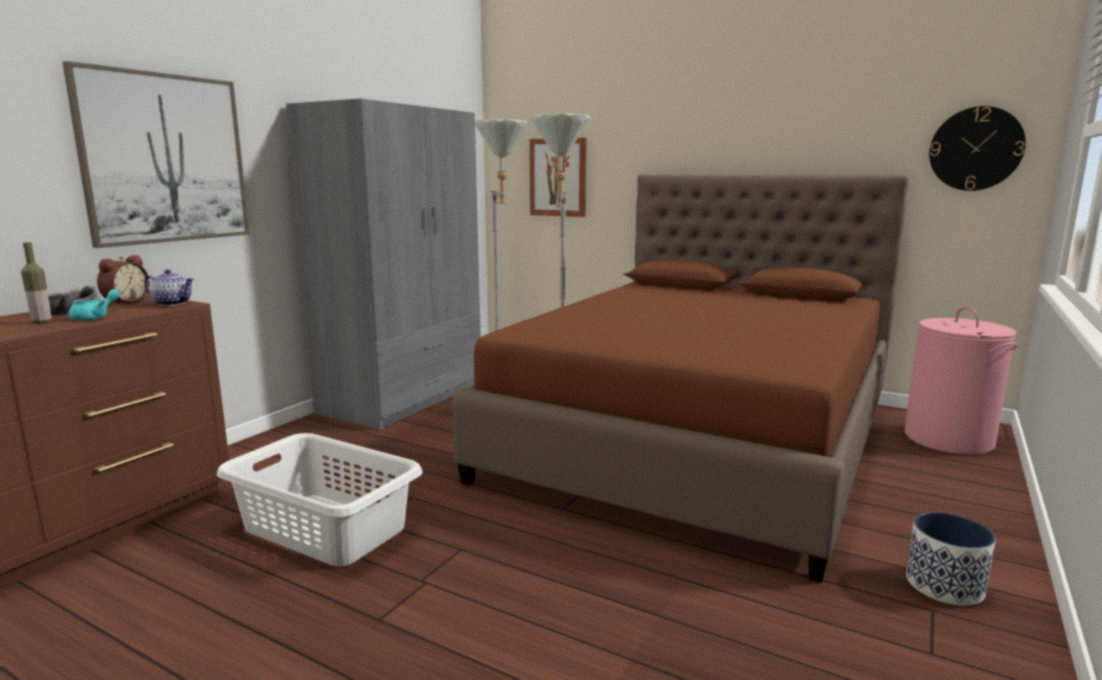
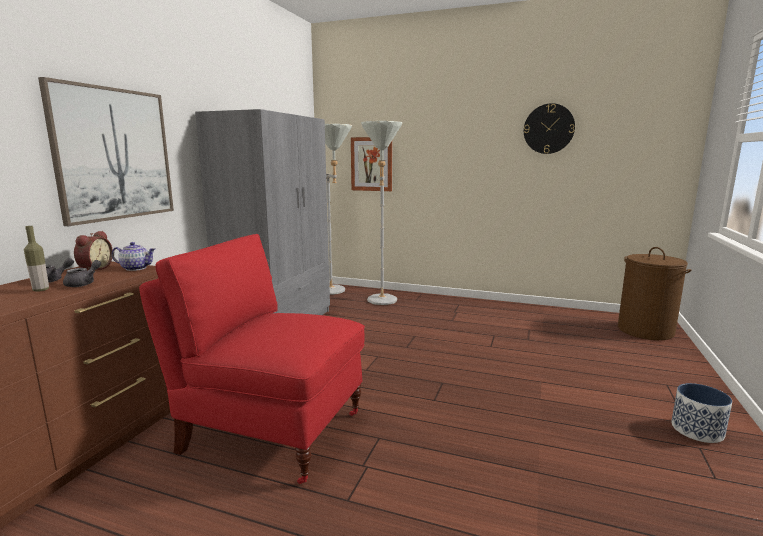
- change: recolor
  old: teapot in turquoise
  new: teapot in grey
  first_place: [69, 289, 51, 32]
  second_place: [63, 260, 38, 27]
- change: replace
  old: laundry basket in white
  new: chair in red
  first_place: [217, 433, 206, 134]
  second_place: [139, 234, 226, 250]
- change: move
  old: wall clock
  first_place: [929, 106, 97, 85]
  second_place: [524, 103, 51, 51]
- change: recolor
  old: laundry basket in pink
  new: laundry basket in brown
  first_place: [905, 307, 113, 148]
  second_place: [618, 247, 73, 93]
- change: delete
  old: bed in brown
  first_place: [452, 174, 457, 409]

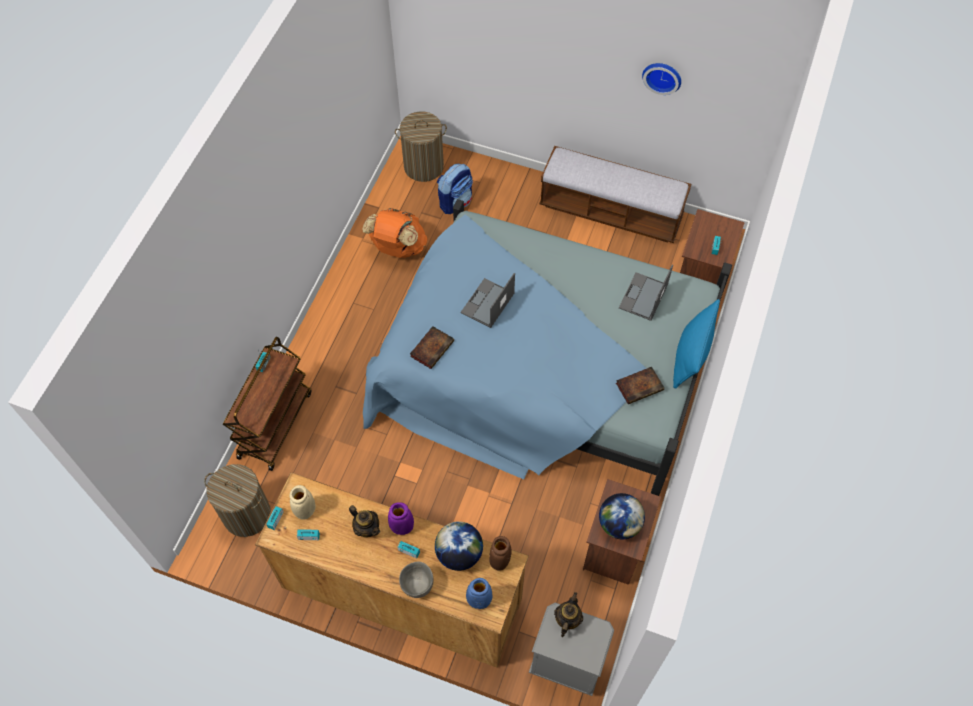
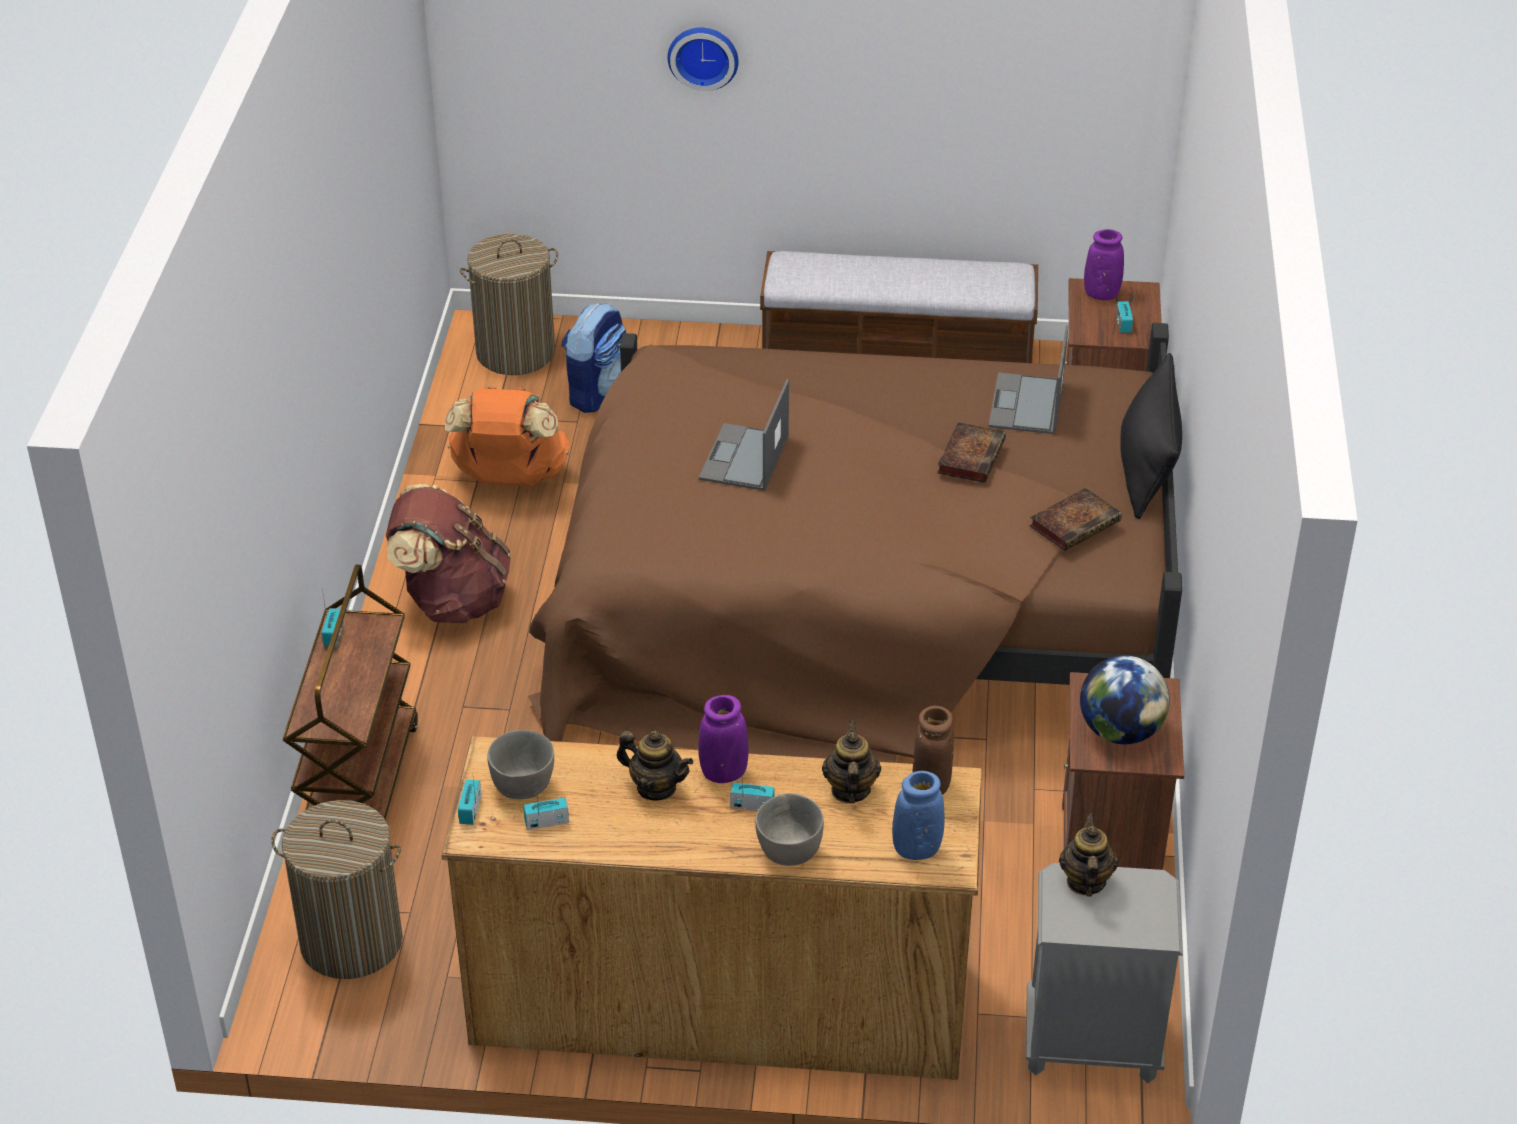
- change: insert
  new: backpack in brown
  second_place: [386, 484, 125, 139]
- change: replace
  old: vase in beige
  new: bowl in grey
  first_place: [289, 485, 26, 35]
  second_place: [487, 730, 67, 69]
- change: recolor
  old: bed in blue
  new: bed in brown
  first_place: [363, 199, 369, 297]
  second_place: [528, 323, 654, 440]
- change: move
  old: wall clock
  first_place: [642, 63, 39, 32]
  second_place: [668, 27, 71, 64]
- change: replace
  old: globe
  new: teapot
  first_place: [435, 521, 48, 50]
  second_place: [822, 721, 59, 82]
- change: move
  old: book
  first_place: [410, 326, 44, 43]
  second_place: [937, 422, 69, 61]
- change: insert
  new: vase in purple
  second_place: [1084, 229, 40, 71]
- change: recolor
  old: pillow in blue
  new: pillow in black
  first_place: [673, 299, 47, 90]
  second_place: [1120, 353, 62, 166]

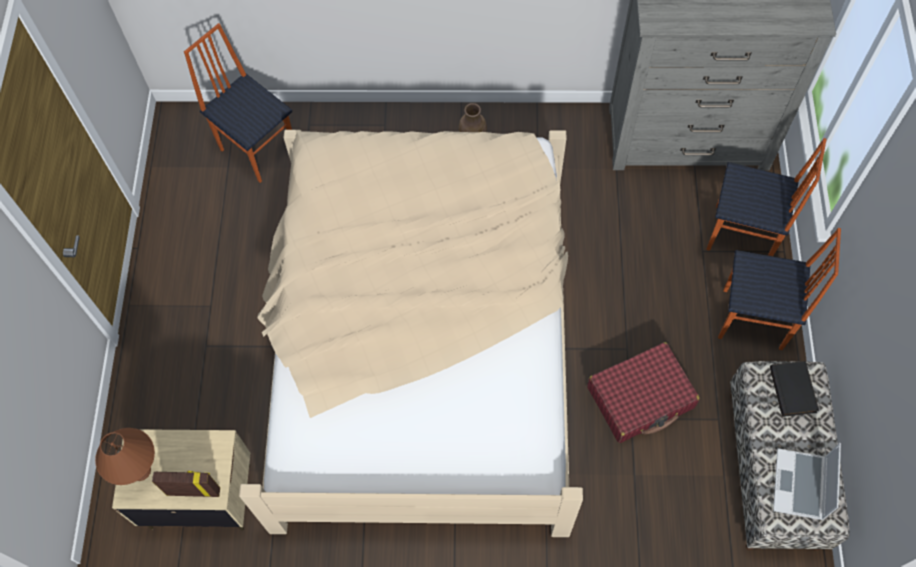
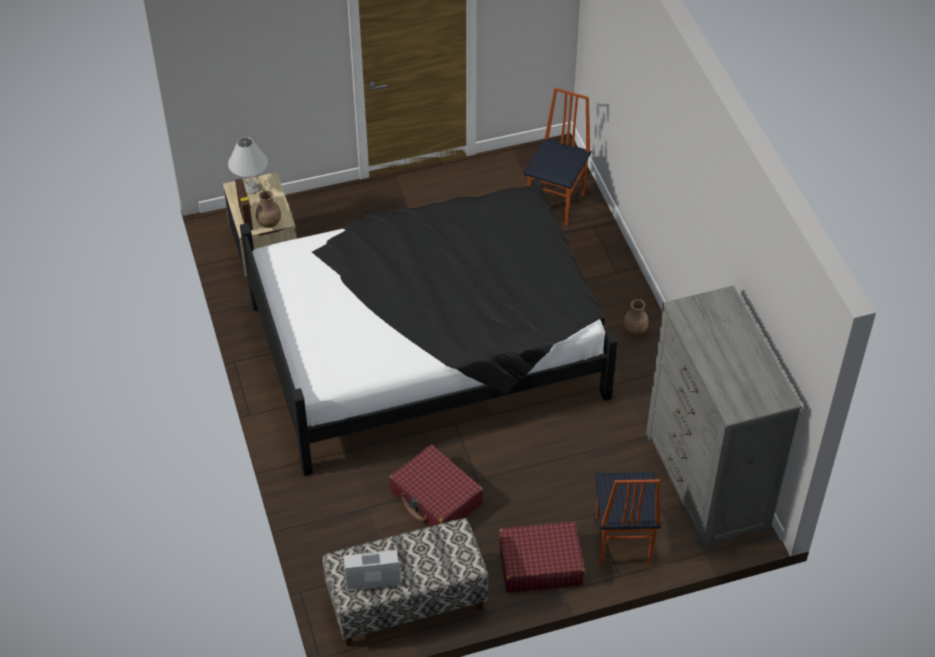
- change: recolor
  old: table lamp in brown
  new: table lamp in white
  first_place: [95, 428, 60, 57]
  second_place: [228, 137, 40, 57]
- change: recolor
  old: bed in beige
  new: bed in black
  first_place: [239, 130, 344, 407]
  second_place: [240, 178, 378, 298]
- change: insert
  new: vase in brown
  second_place: [256, 190, 25, 38]
- change: replace
  old: chair
  new: suitcase in red
  first_place: [718, 228, 123, 122]
  second_place: [499, 521, 86, 72]
- change: delete
  old: book in black
  first_place: [770, 361, 49, 56]

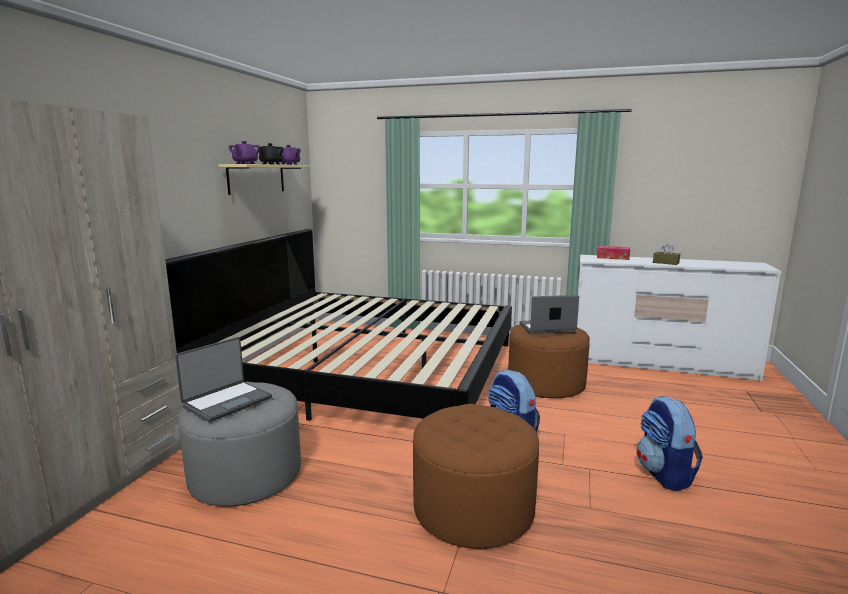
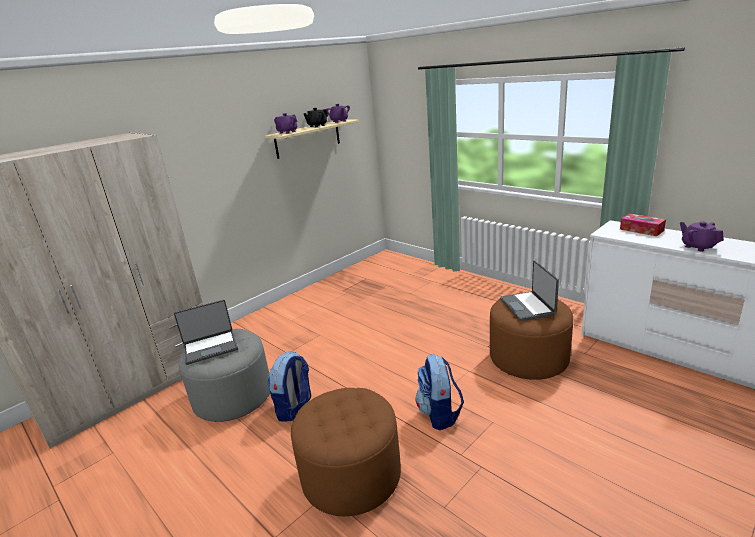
- change: move
  old: backpack
  first_place: [637, 396, 66, 95]
  second_place: [267, 351, 44, 71]
- change: rotate
  old: laptop
  first_place: [519, 295, 60, 39]
  second_place: [500, 261, 59, 60]
  degrees: -120
- change: replace
  old: tissue box in brown
  new: teapot in purple
  first_place: [653, 244, 27, 21]
  second_place: [680, 221, 44, 31]
- change: delete
  old: bed
  first_place: [165, 229, 347, 192]

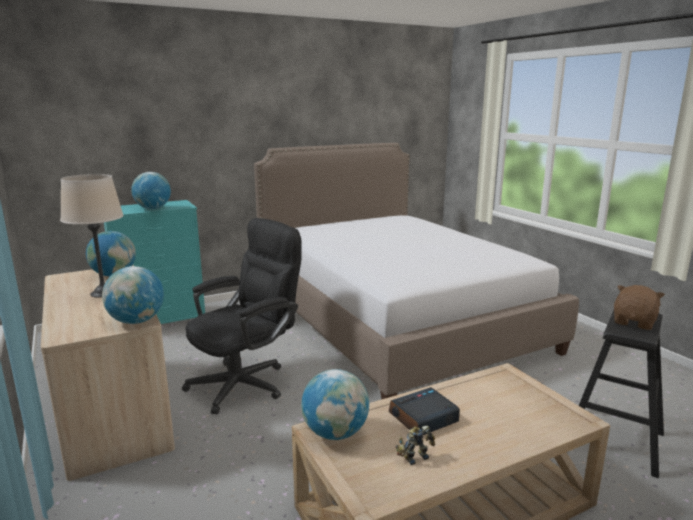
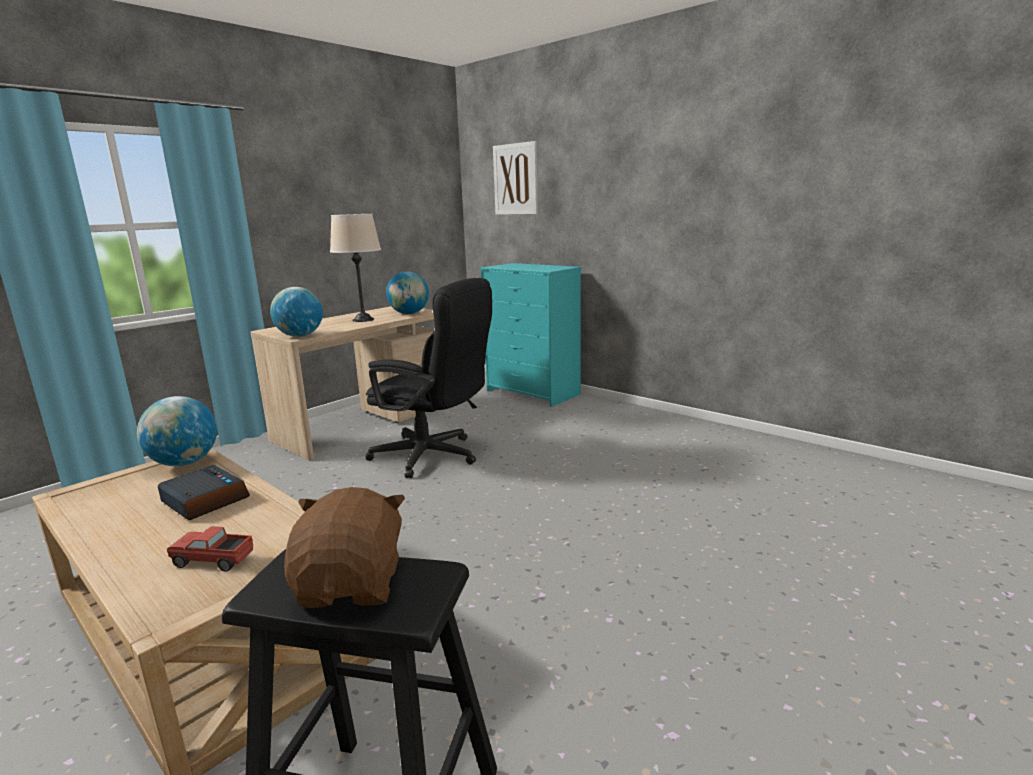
- change: insert
  new: toy truck
  second_place: [167, 526, 86, 46]
- change: rotate
  old: plush toy in brown
  first_place: [614, 285, 51, 45]
  second_place: [284, 487, 121, 121]
  degrees: -105
- change: insert
  new: picture
  second_place: [493, 141, 45, 74]
- change: delete
  old: globe
  first_place: [131, 172, 40, 37]
- change: delete
  old: bed
  first_place: [254, 143, 325, 257]
- change: delete
  old: toy robot
  first_place: [396, 426, 39, 39]

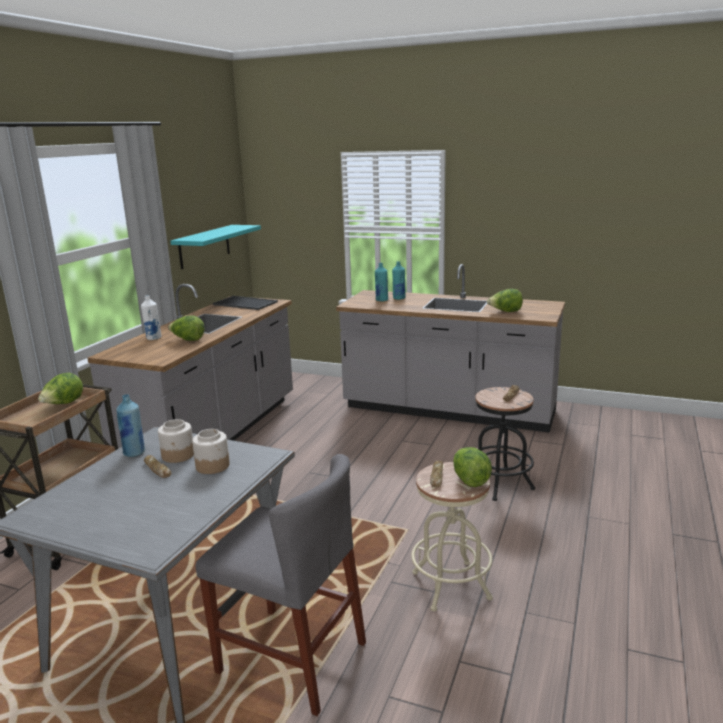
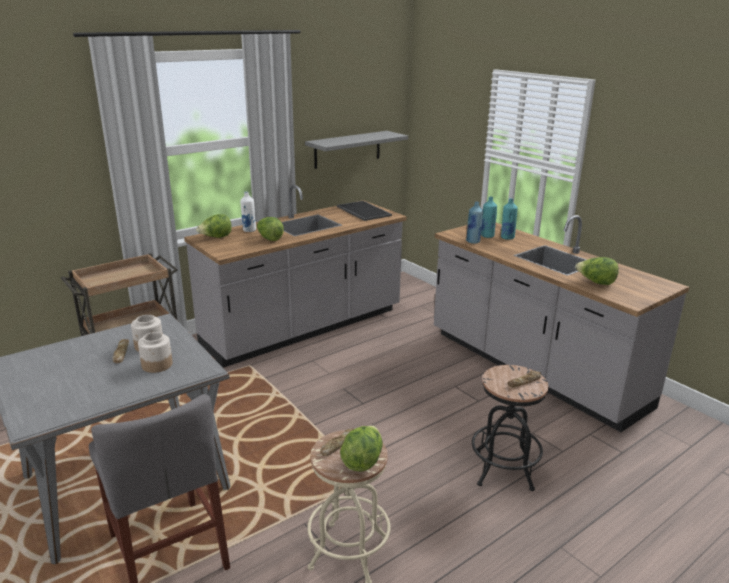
- change: move
  old: lettuce
  first_place: [38, 373, 45, 31]
  second_place: [196, 214, 36, 24]
- change: recolor
  old: shelf in turquoise
  new: shelf in grey
  first_place: [170, 225, 91, 44]
  second_place: [305, 131, 103, 38]
- change: move
  old: bottle in blue
  first_place: [116, 394, 29, 63]
  second_place: [466, 201, 17, 43]

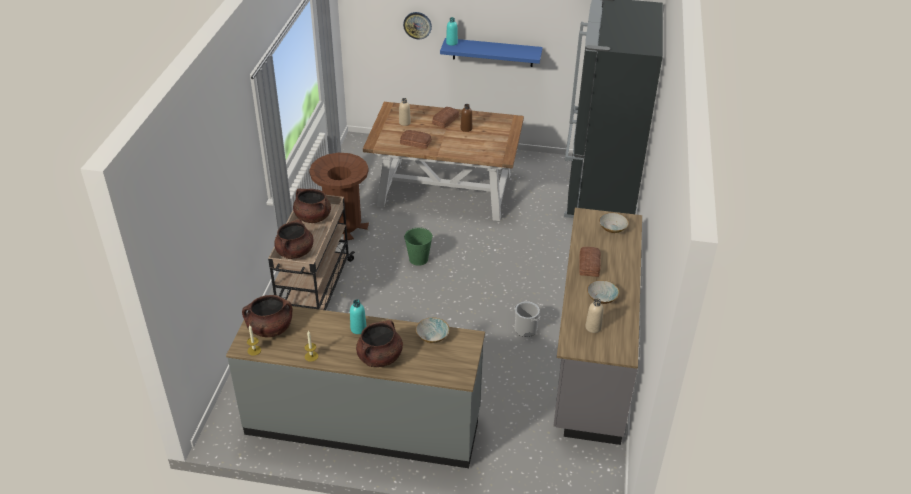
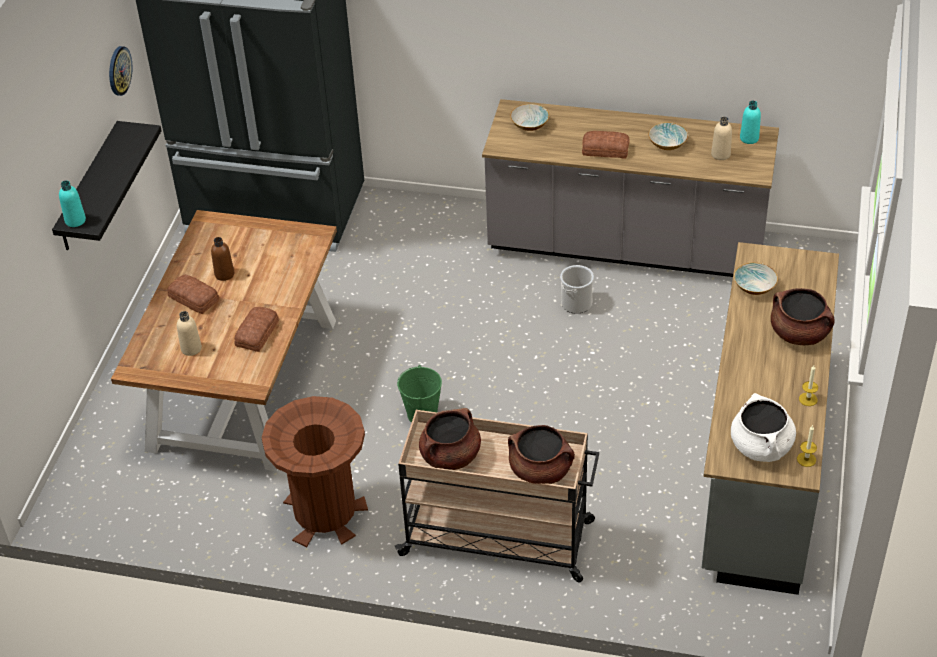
- change: recolor
  old: shelf in blue
  new: shelf in black
  first_place: [440, 38, 103, 29]
  second_place: [52, 121, 110, 129]
- change: move
  old: wall clock
  first_place: [403, 12, 29, 27]
  second_place: [109, 46, 23, 50]
- change: recolor
  old: cooking pot in brown
  new: cooking pot in white
  first_place: [242, 295, 50, 42]
  second_place: [731, 393, 65, 69]
- change: move
  old: bottle in turquoise
  first_place: [350, 299, 17, 35]
  second_place: [740, 101, 21, 43]

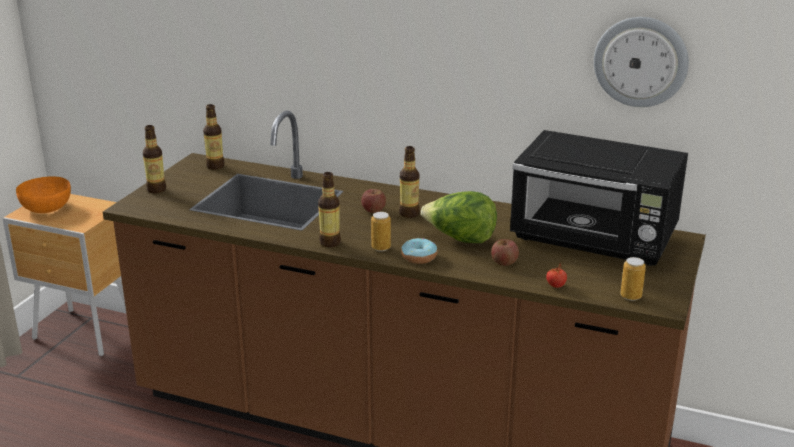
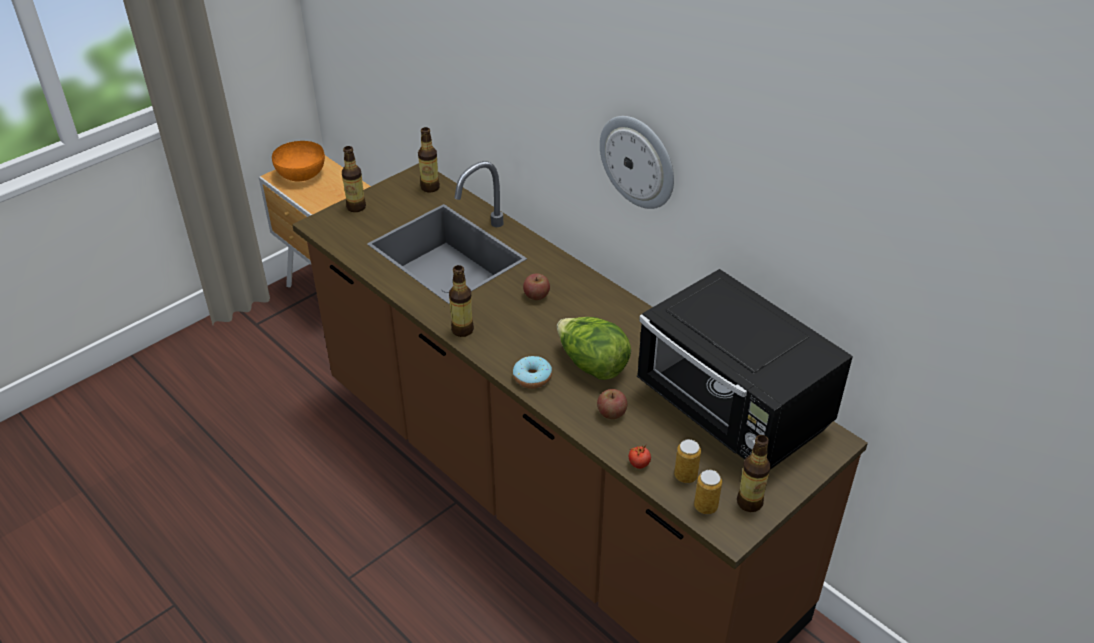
- change: move
  old: wall clock
  first_place: [594, 17, 95, 90]
  second_place: [600, 116, 74, 93]
- change: move
  old: can
  first_place: [371, 212, 20, 39]
  second_place: [674, 439, 27, 44]
- change: move
  old: bottle
  first_place: [399, 146, 20, 72]
  second_place: [737, 435, 34, 77]

